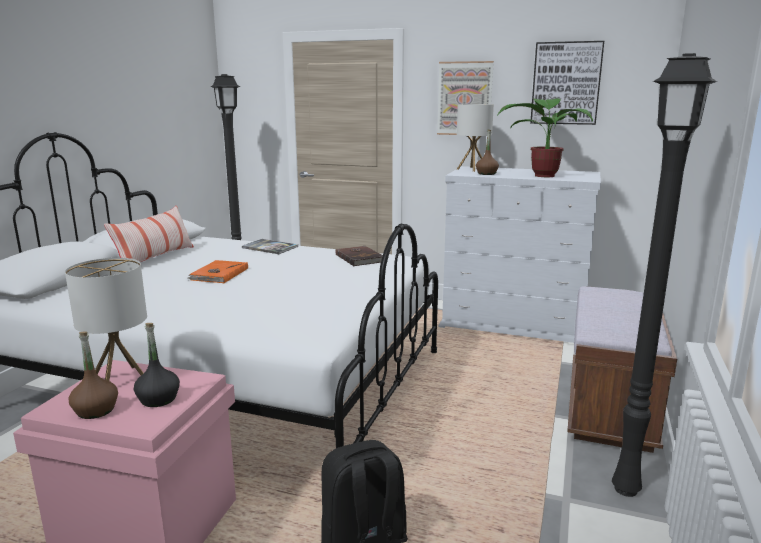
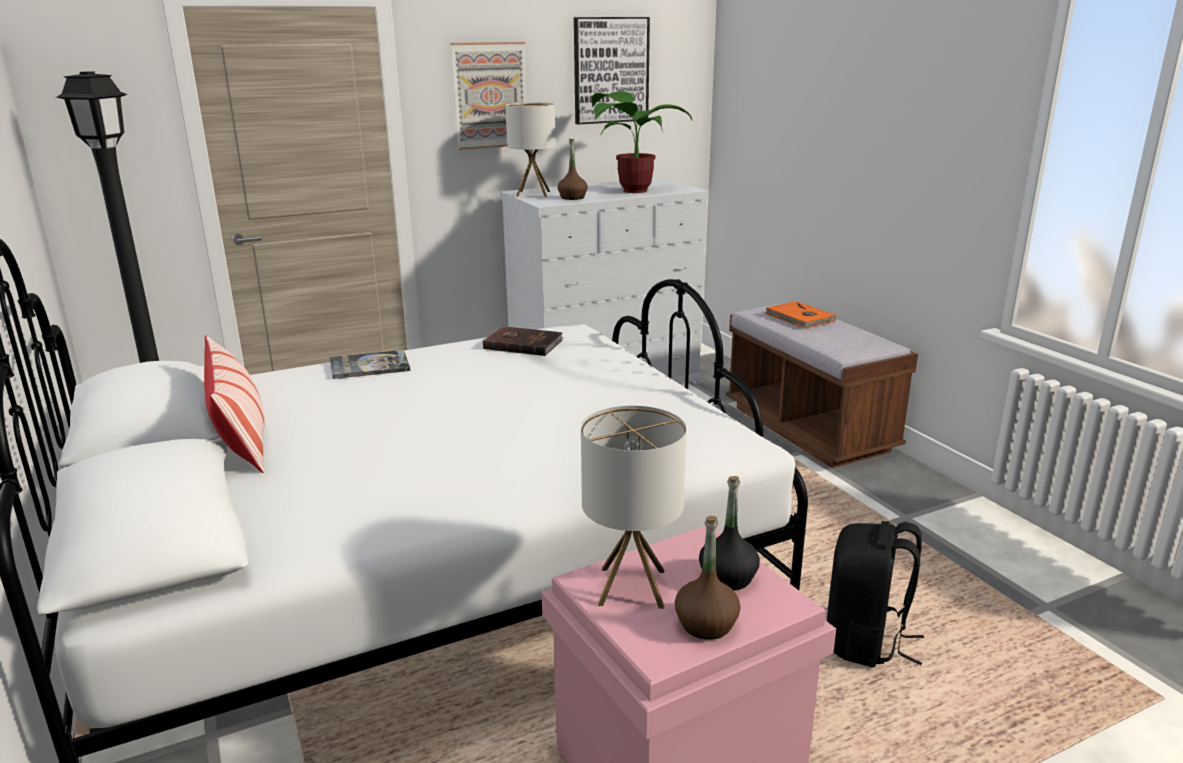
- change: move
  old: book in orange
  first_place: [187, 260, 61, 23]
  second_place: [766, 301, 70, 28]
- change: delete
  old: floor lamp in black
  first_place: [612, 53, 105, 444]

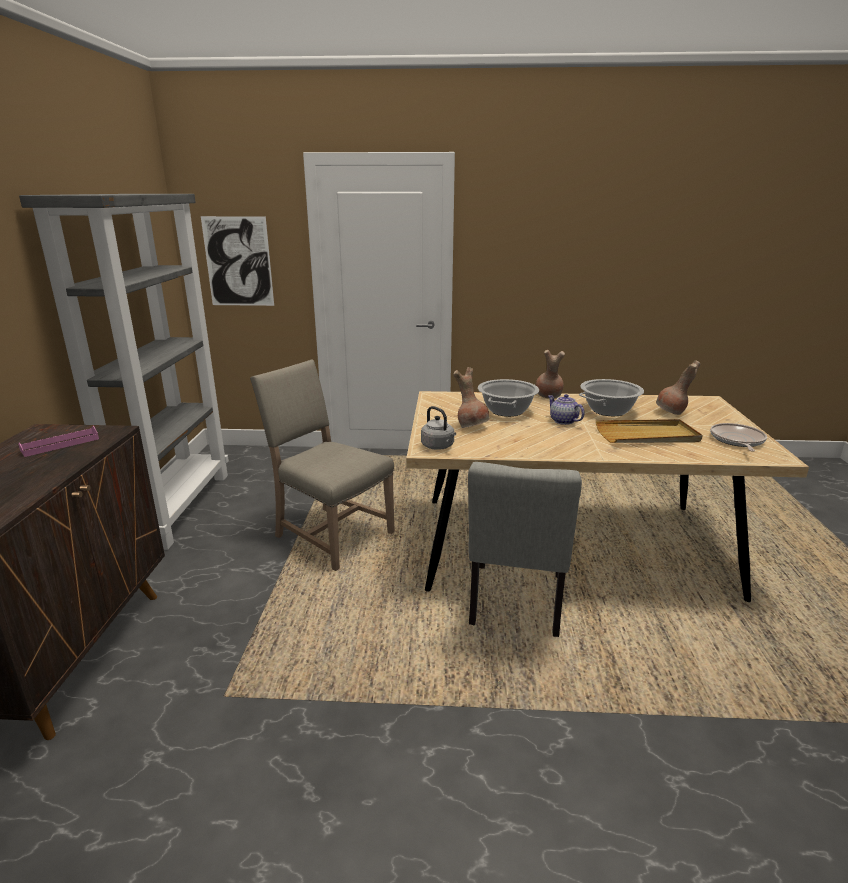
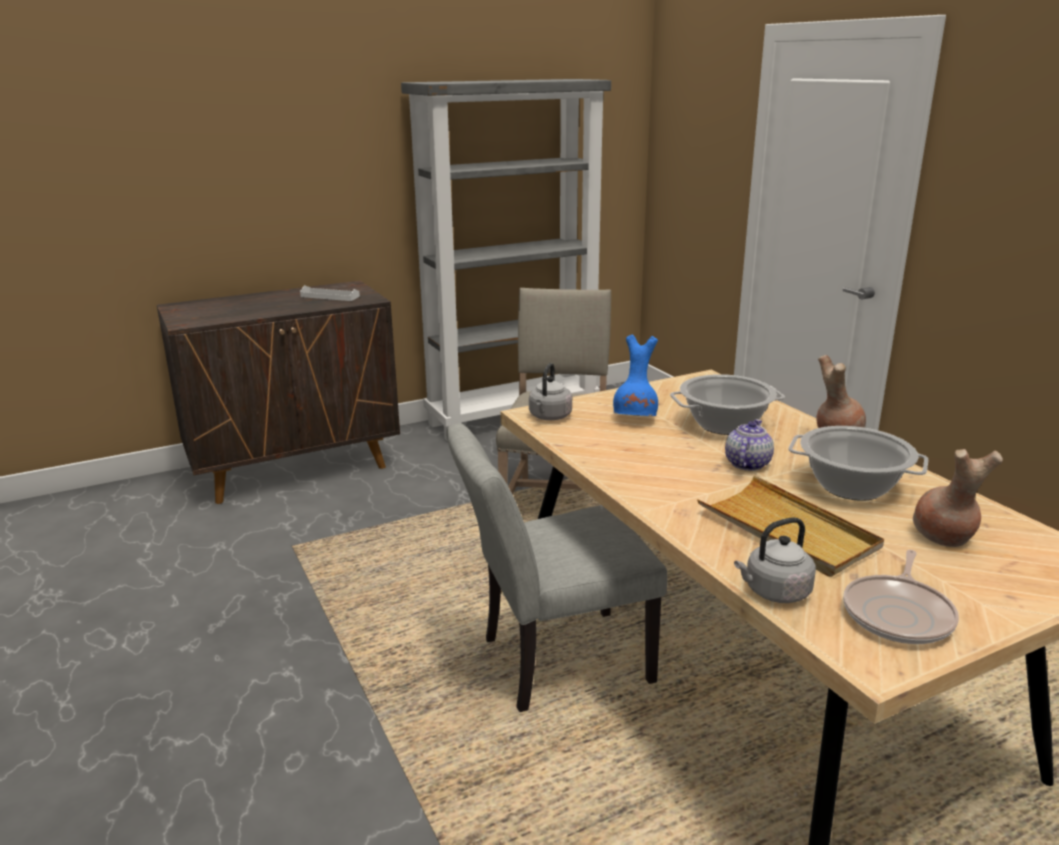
- change: recolor
  old: tray in pink
  new: tray in white
  first_place: [18, 426, 81, 31]
  second_place: [300, 285, 60, 16]
- change: recolor
  old: vase in brown
  new: vase in blue
  first_place: [453, 367, 37, 61]
  second_place: [613, 335, 45, 81]
- change: insert
  new: kettle in grey
  second_place: [734, 517, 82, 86]
- change: rotate
  old: frying pan
  first_place: [710, 423, 57, 29]
  second_place: [843, 550, 116, 94]
  degrees: 135
- change: delete
  old: picture
  first_place: [201, 216, 73, 90]

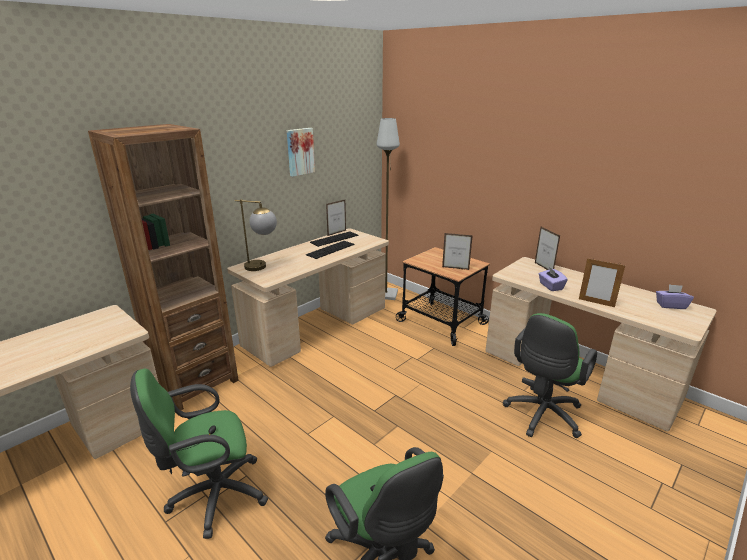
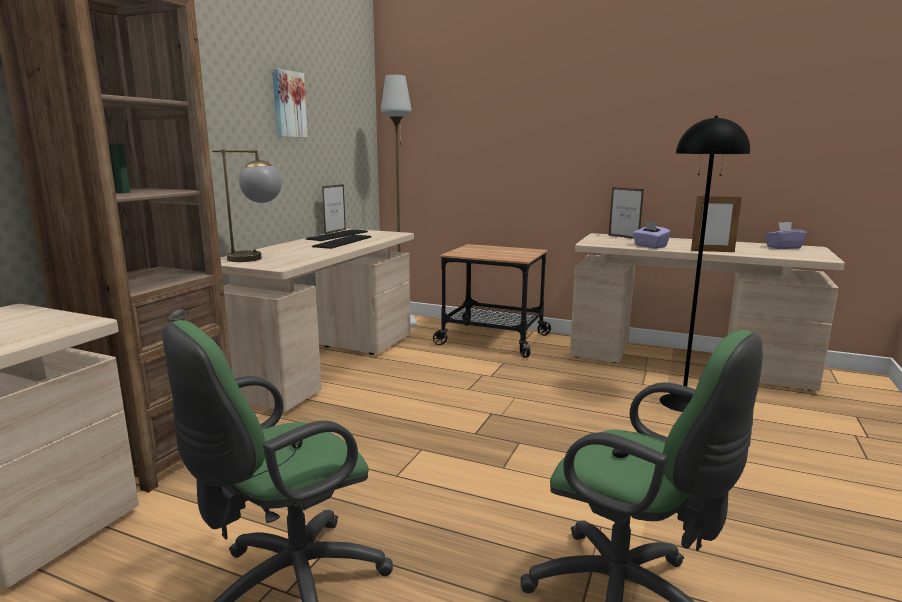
- change: replace
  old: office chair in green
  new: floor lamp in black
  first_place: [503, 313, 94, 125]
  second_place: [660, 116, 90, 296]
- change: delete
  old: picture frame
  first_place: [442, 233, 31, 37]

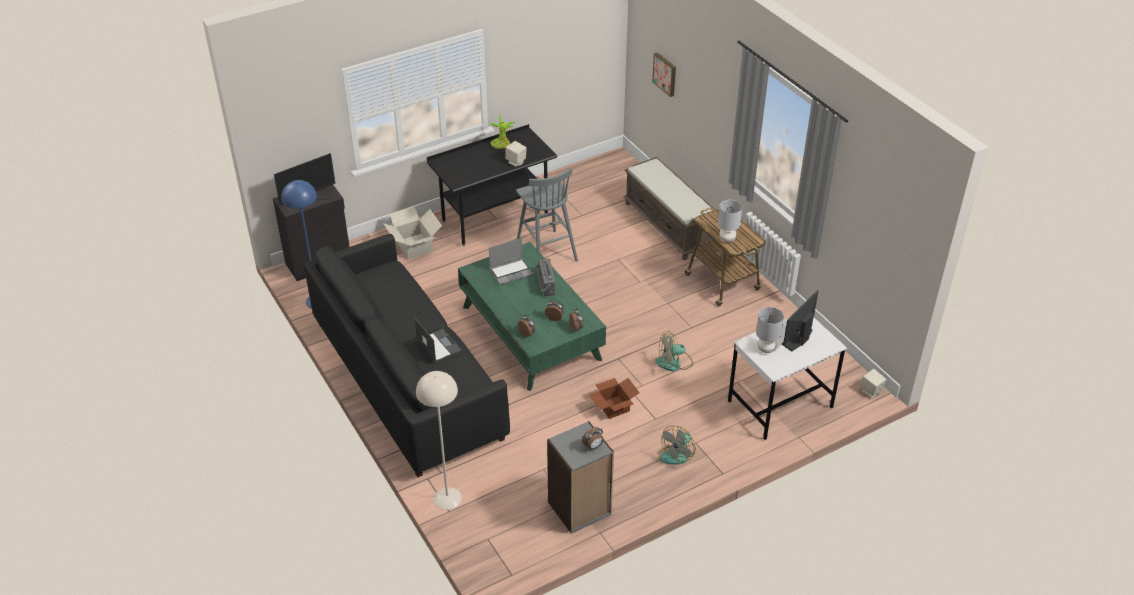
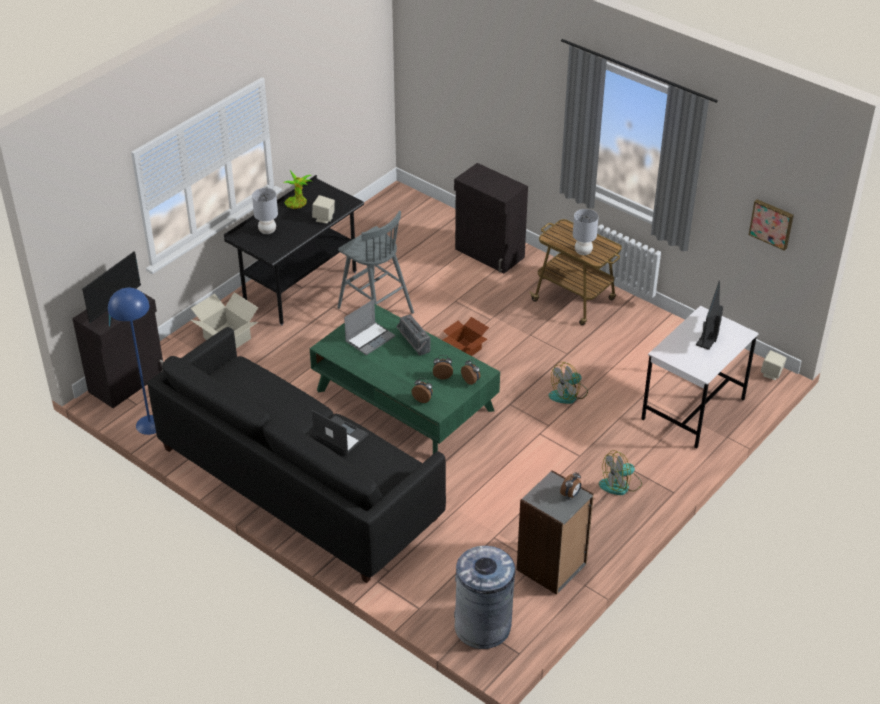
- change: move
  old: table lamp in grey
  first_place: [756, 307, 28, 46]
  second_place: [252, 188, 26, 46]
- change: move
  old: cardboard box
  first_place: [589, 378, 50, 41]
  second_place: [443, 317, 46, 39]
- change: replace
  old: bench in brown
  new: cabinet in black
  first_place: [623, 157, 90, 103]
  second_place: [454, 163, 74, 110]
- change: insert
  new: trash can in grey
  second_place: [454, 546, 61, 103]
- change: rotate
  old: fan
  first_place: [660, 426, 36, 39]
  second_place: [599, 450, 43, 45]
  degrees: 45
- change: move
  old: picture
  first_place: [652, 52, 24, 45]
  second_place: [749, 199, 45, 52]
- change: delete
  old: floor lamp in beige
  first_place: [416, 371, 46, 139]

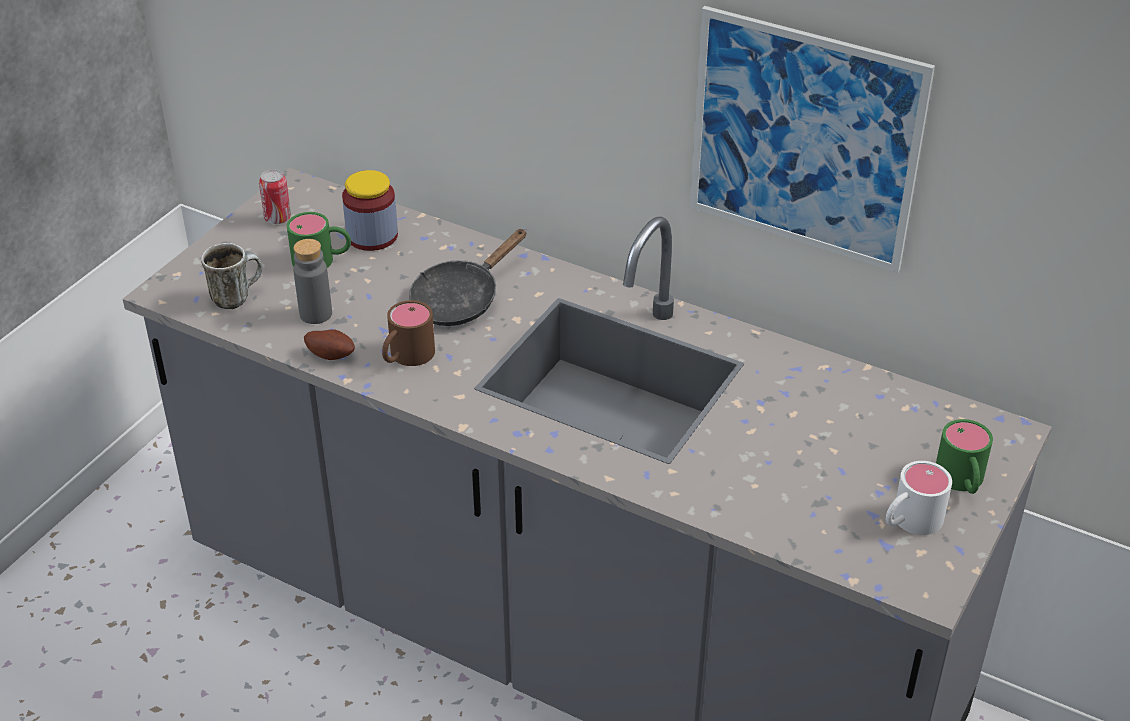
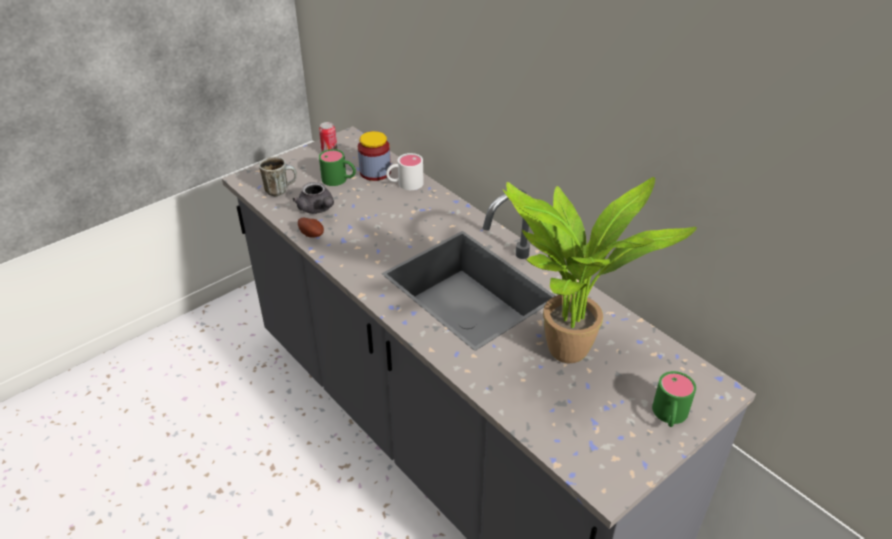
- change: replace
  old: bottle in grey
  new: teapot in grey
  first_place: [293, 239, 39, 85]
  second_place: [292, 182, 42, 32]
- change: move
  old: mug in white
  first_place: [886, 461, 66, 74]
  second_place: [386, 153, 38, 37]
- change: insert
  new: potted plant
  second_place: [502, 177, 195, 187]
- change: delete
  old: mug in brown
  first_place: [382, 300, 53, 66]
- change: delete
  old: frying pan in black
  first_place: [409, 229, 118, 97]
- change: delete
  old: picture
  first_place: [690, 6, 245, 267]

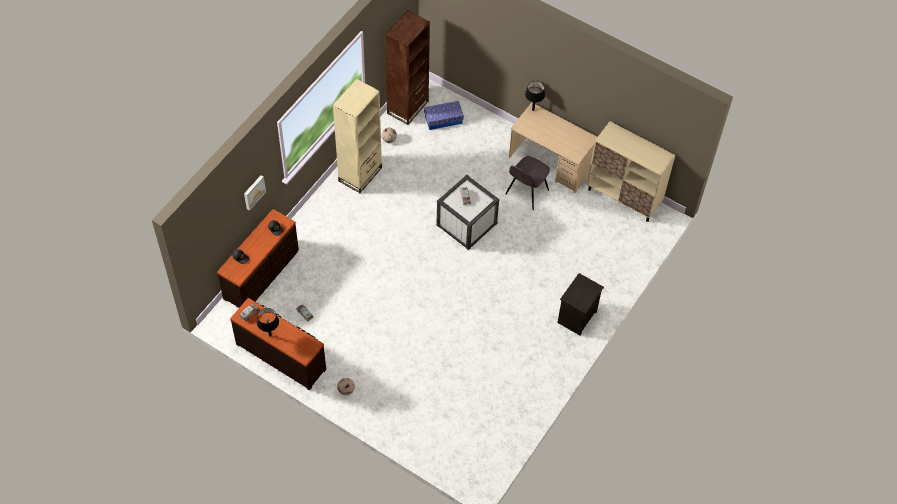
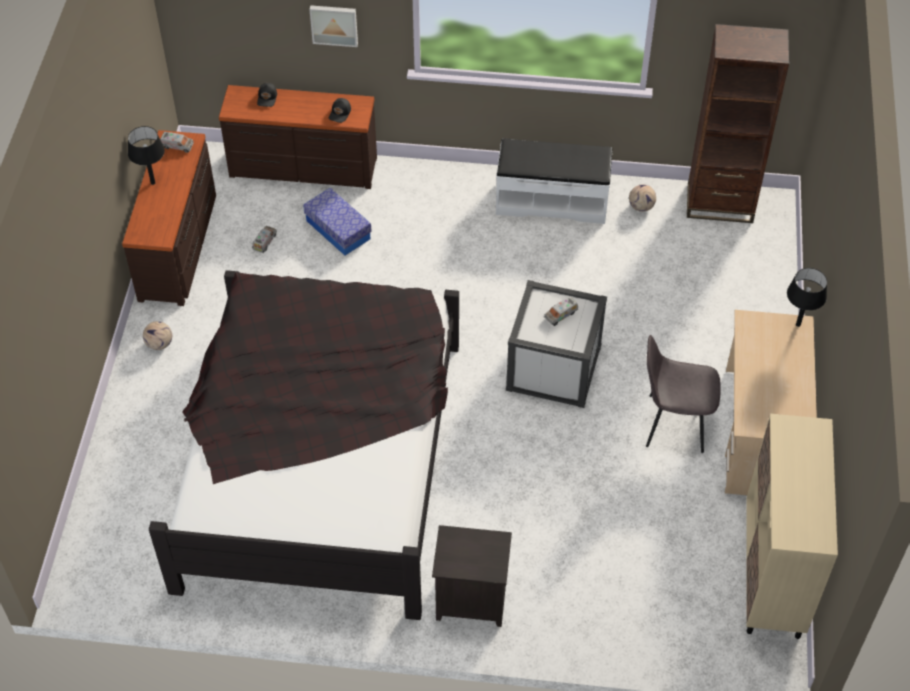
- change: insert
  new: bed in black
  second_place: [149, 270, 310, 350]
- change: move
  old: storage box
  first_place: [424, 101, 40, 29]
  second_place: [303, 188, 69, 68]
- change: replace
  old: bookcase in beige
  new: bench in white
  first_place: [333, 79, 49, 114]
  second_place: [496, 138, 116, 86]

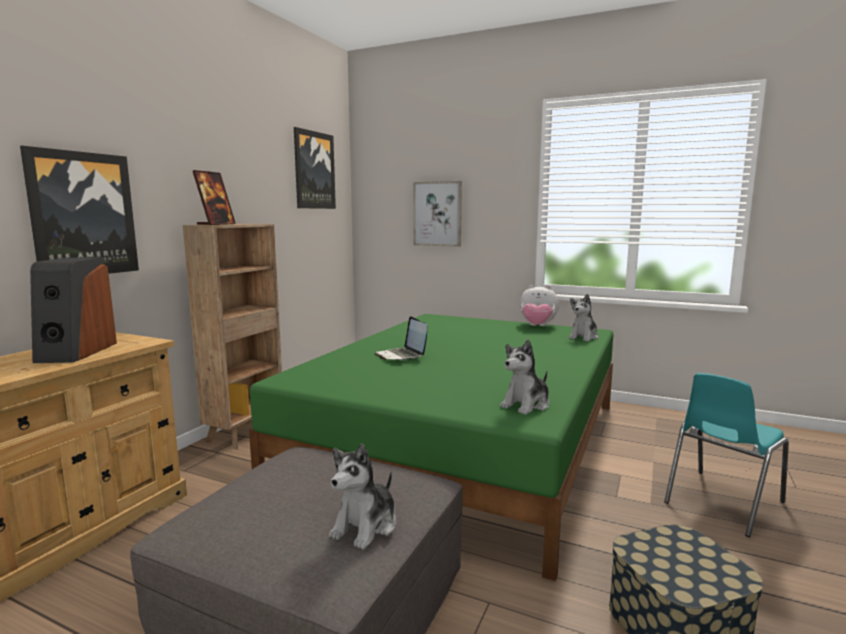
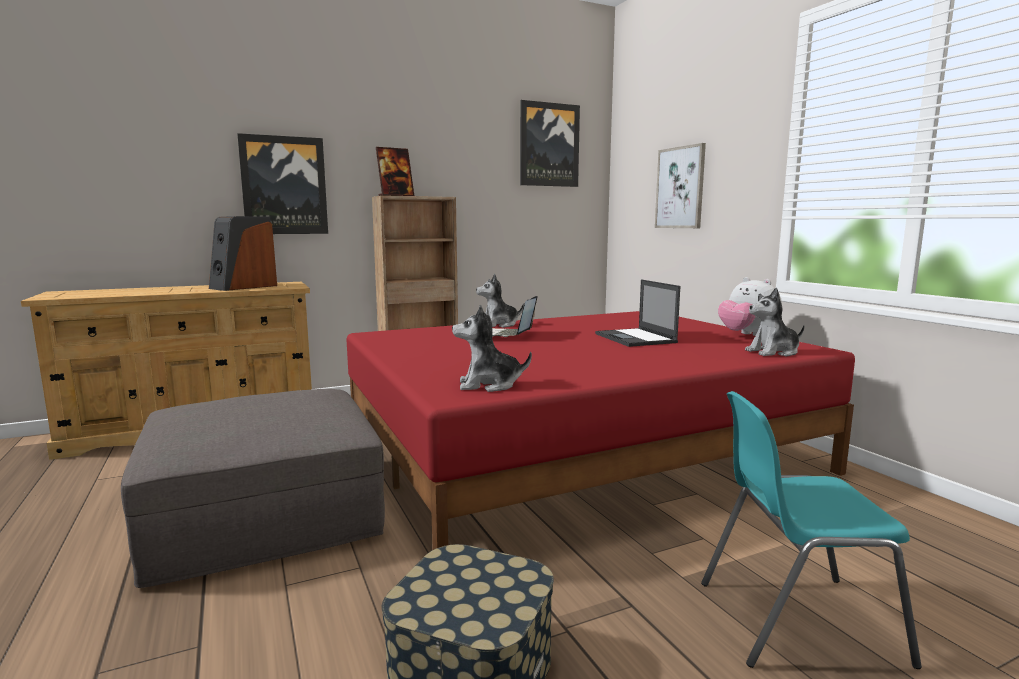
- change: recolor
  old: bed in green
  new: bed in red
  first_place: [249, 314, 364, 267]
  second_place: [346, 311, 509, 239]
- change: move
  old: plush toy
  first_place: [329, 443, 67, 107]
  second_place: [476, 274, 48, 54]
- change: insert
  new: laptop
  second_place: [595, 279, 85, 68]

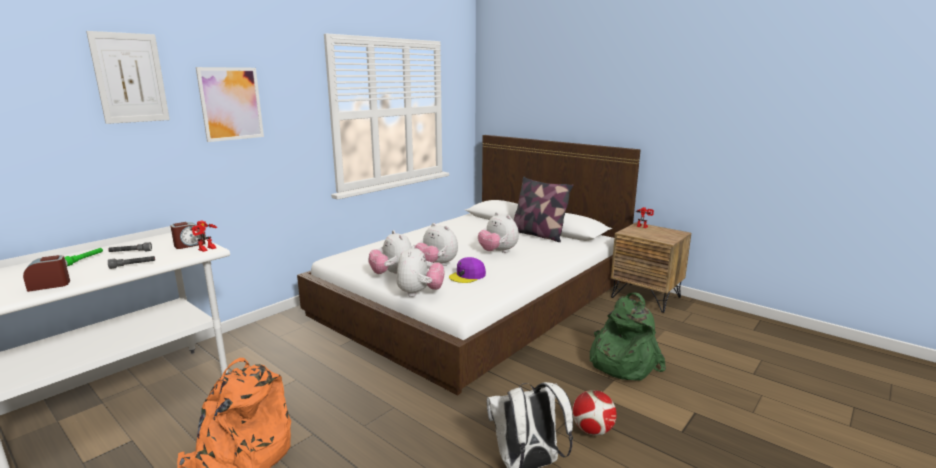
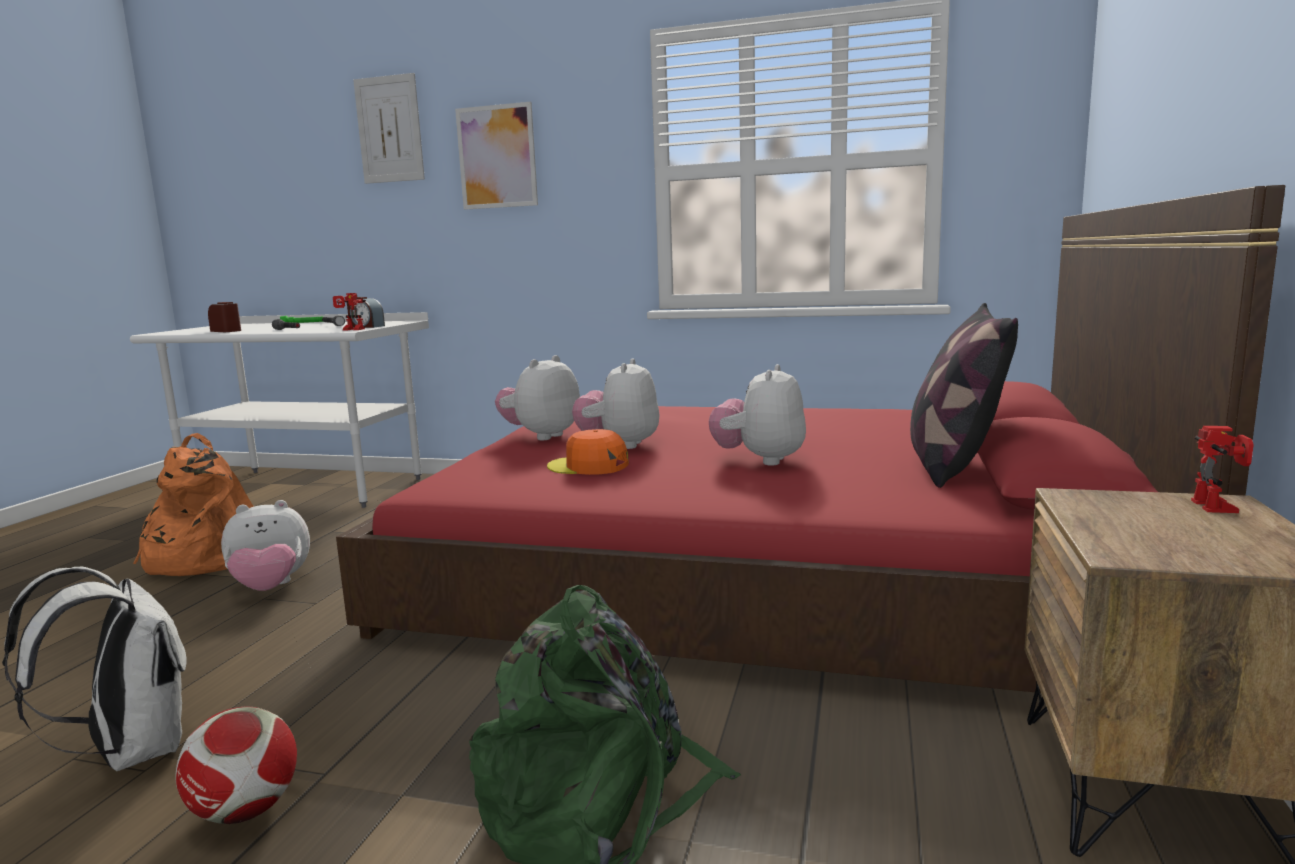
- change: move
  old: plush toy
  first_place: [396, 245, 48, 52]
  second_place: [221, 500, 89, 91]
- change: recolor
  old: bed in white
  new: bed in red
  first_place: [297, 135, 344, 260]
  second_place: [336, 185, 949, 508]
- change: recolor
  old: cap in purple
  new: cap in orange
  first_place: [449, 257, 37, 26]
  second_place: [547, 429, 82, 46]

